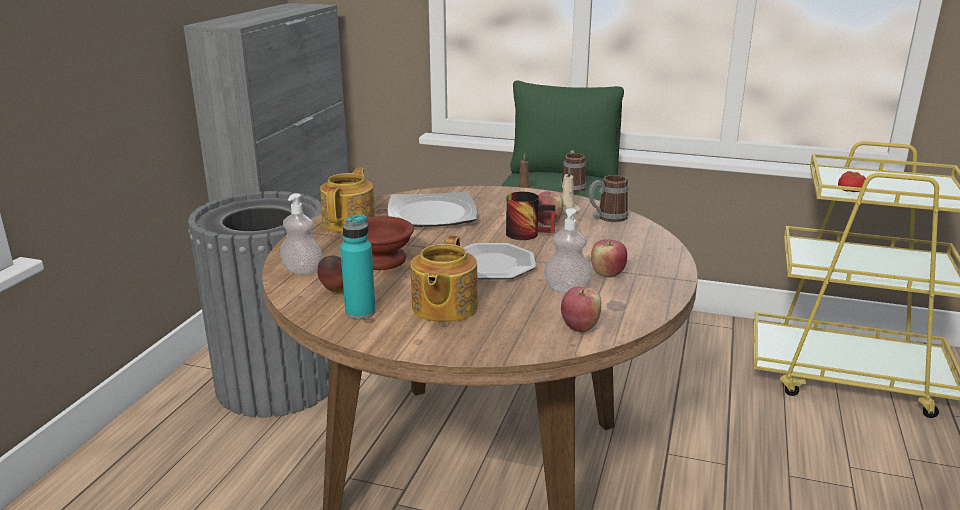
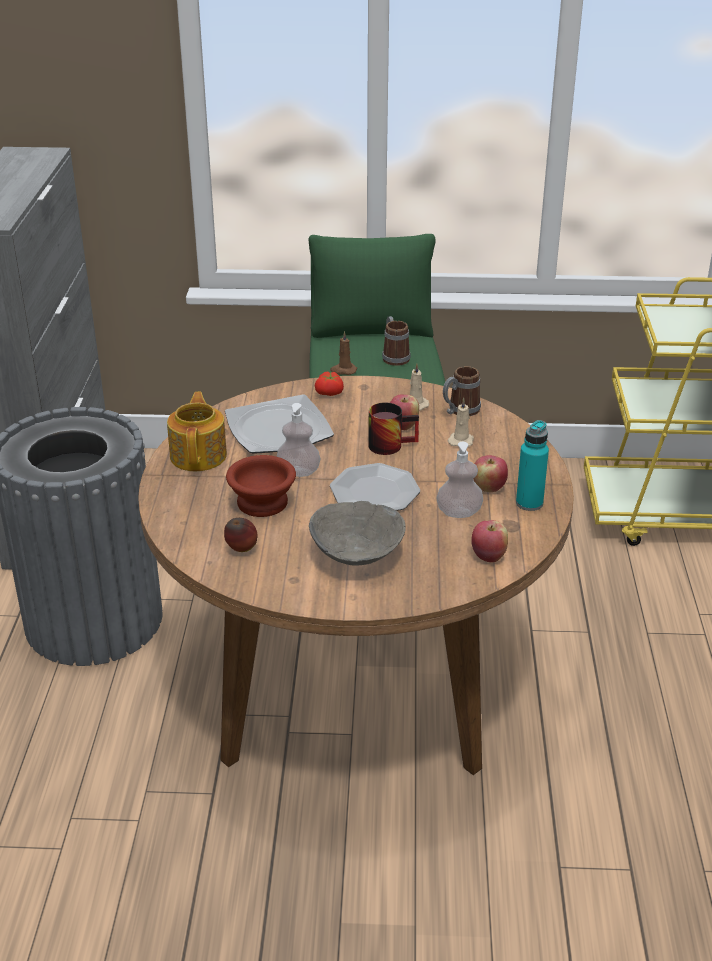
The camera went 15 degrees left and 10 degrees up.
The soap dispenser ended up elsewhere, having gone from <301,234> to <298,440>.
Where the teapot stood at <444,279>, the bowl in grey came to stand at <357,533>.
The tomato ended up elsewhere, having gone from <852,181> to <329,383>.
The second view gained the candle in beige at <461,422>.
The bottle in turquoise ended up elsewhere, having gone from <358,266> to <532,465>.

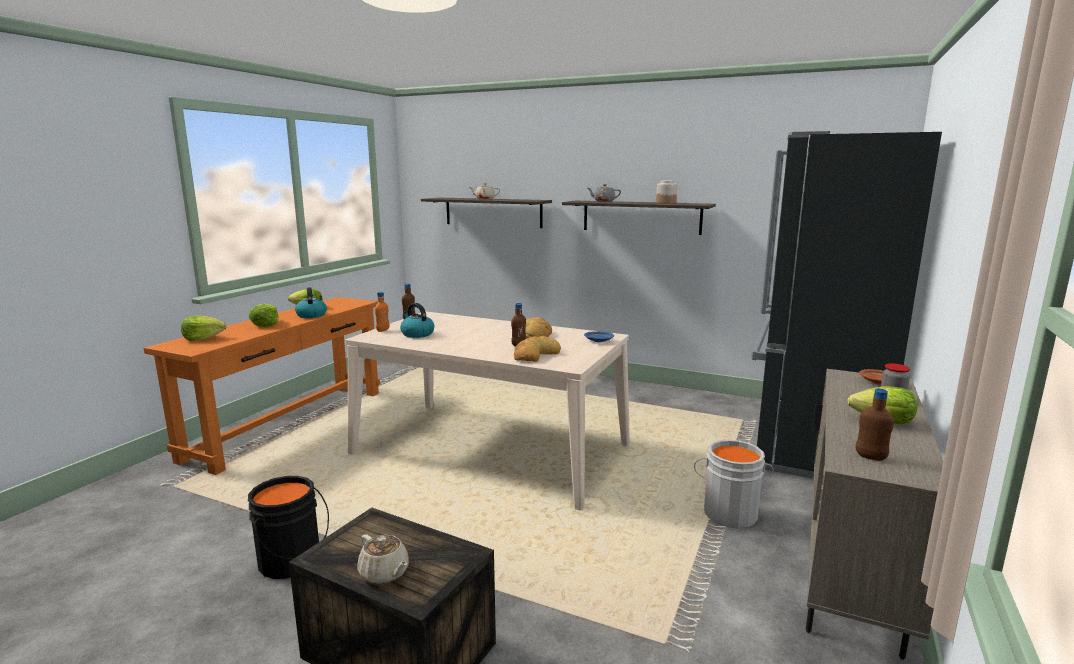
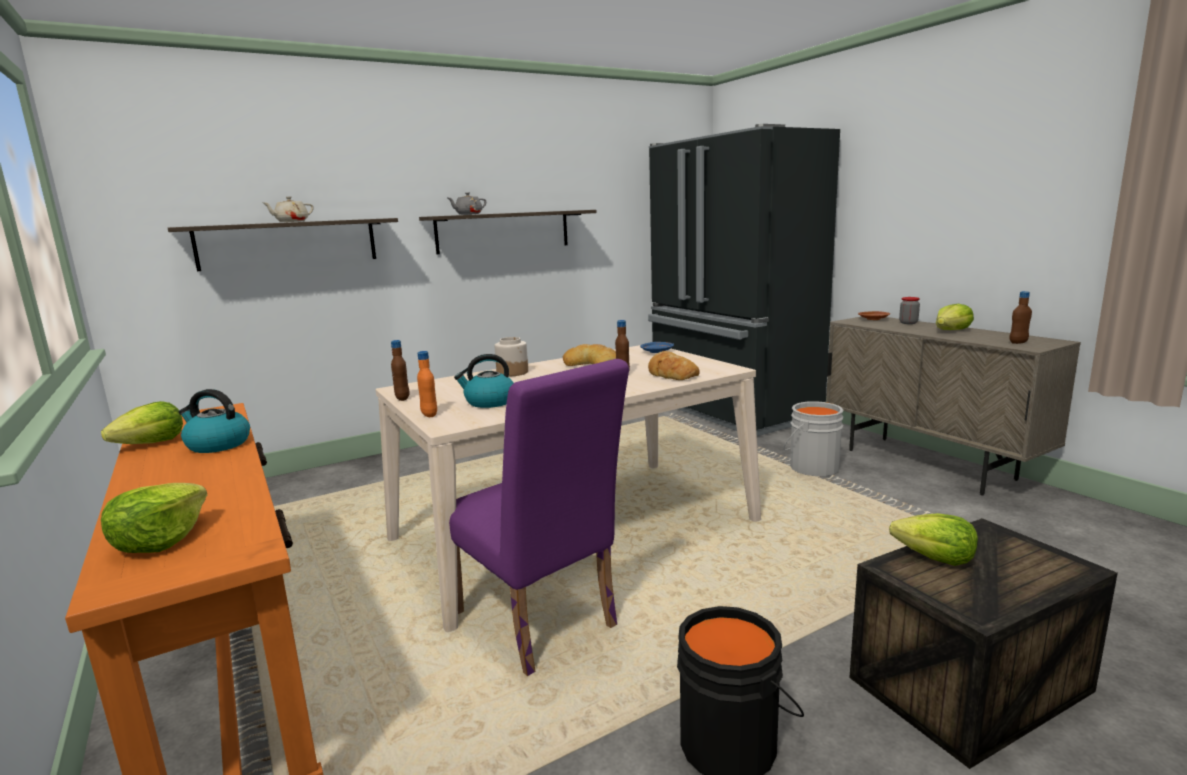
The camera went 55 degrees left and 0 degrees up.
The second view gained the chair in purple at <539,517>.
The jar ended up elsewhere, having gone from <666,192> to <511,357>.
The lettuce ended up elsewhere, having gone from <264,315> to <933,539>.
The second view lost the teapot in beige at <383,559>.

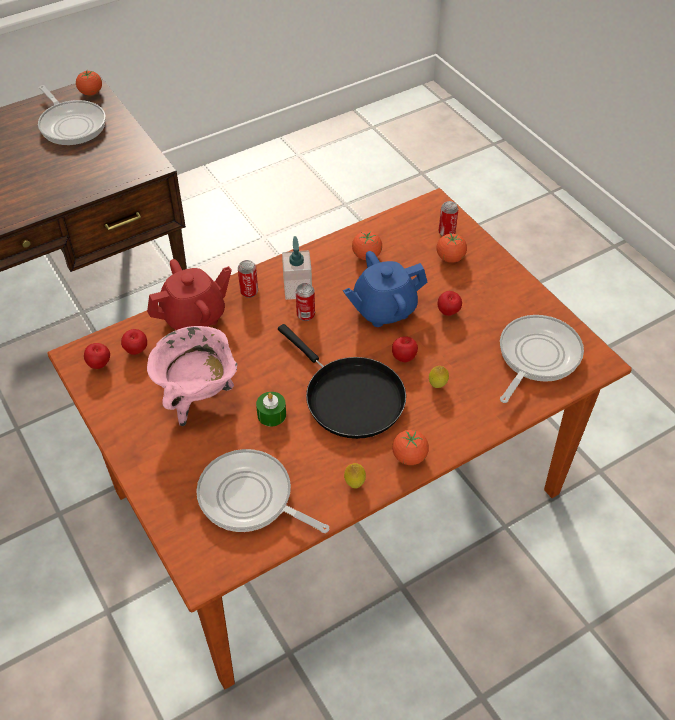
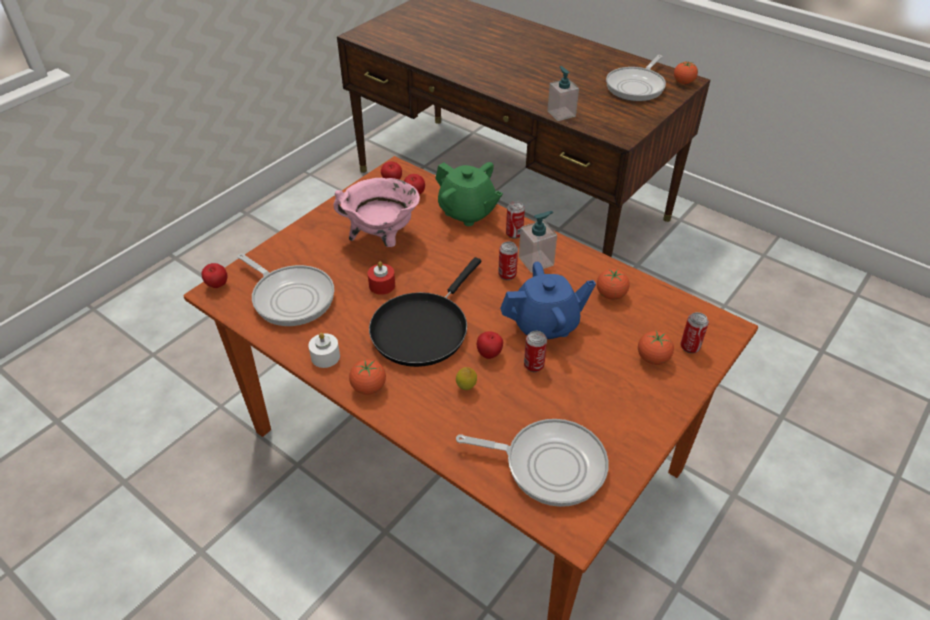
The camera went 70 degrees right and 5 degrees down.
The apple ended up elsewhere, having gone from <450,303> to <214,275>.
The frying pan at <262,491> ended up facing another way, 120 degrees clockwise from before.
Where the lemon stood at <355,476>, the candle in white came to stand at <324,350>.
What was the candle in green at <271,409> turned into the candle in red at <381,278>.
What was the teapot in red at <189,294> turned into the teapot in green at <469,194>.
The teapot in blue at <385,289> ended up facing another way, 120 degrees clockwise from before.
The second view gained the can at <535,351>.
The second view gained the soap dispenser at <563,93>.

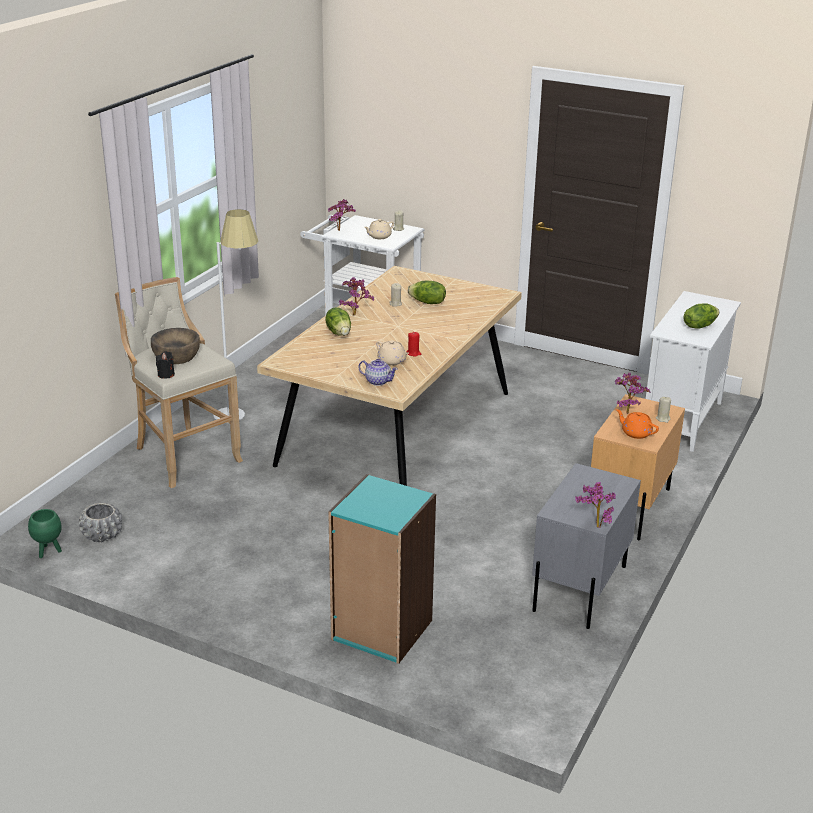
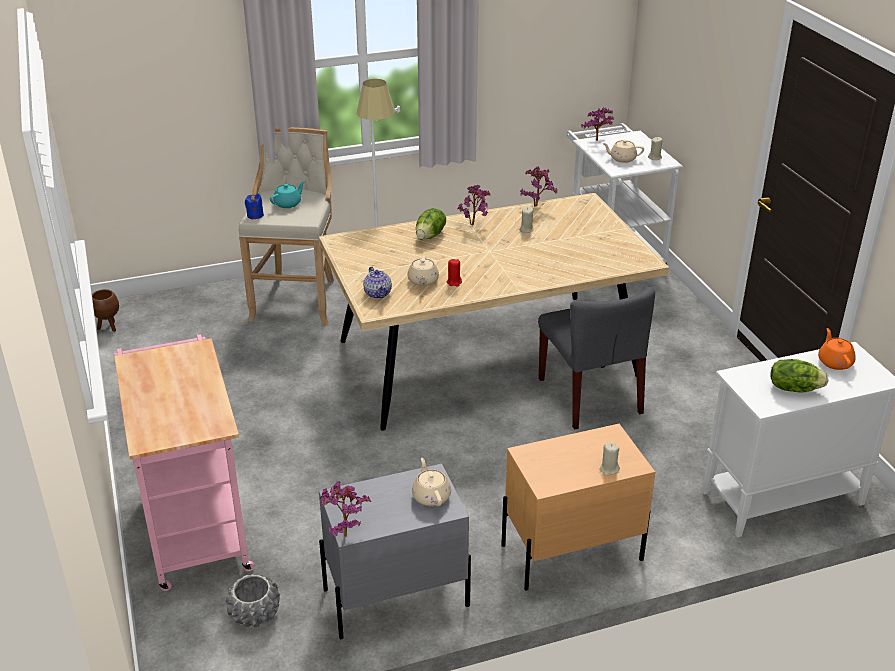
The camera went 45 degrees right and 5 degrees up.
What was the planter in green at <45,533> turned into the planter in brown at <105,310>.
Where the bookcase in turquoise stood at <382,569>, the cart in pink came to stand at <184,462>.
The planter in grey ended up elsewhere, having gone from <100,522> to <253,600>.
What was the candle in black at <165,365> turned into the candle in blue at <254,207>.
Where the bowl in brown stood at <175,346>, the teapot in turquoise came to stand at <287,194>.
The second view gained the teapot in beige at <431,482>.
The potted plant ended up elsewhere, having gone from <632,393> to <538,186>.
The second view gained the chair in grey at <596,358>.
The teapot in orange ended up elsewhere, having gone from <637,424> to <837,349>.
The second view lost the lettuce at <427,292>.

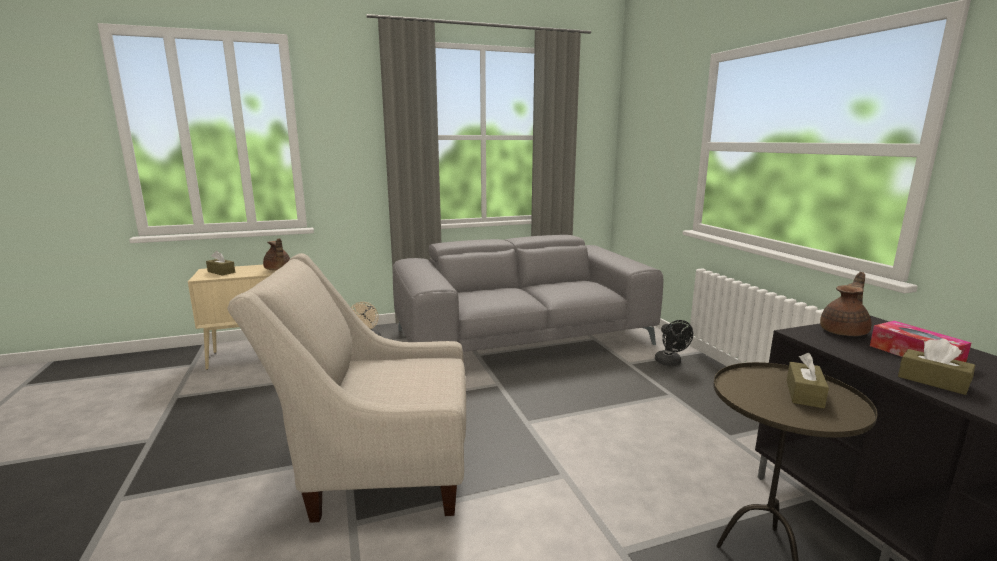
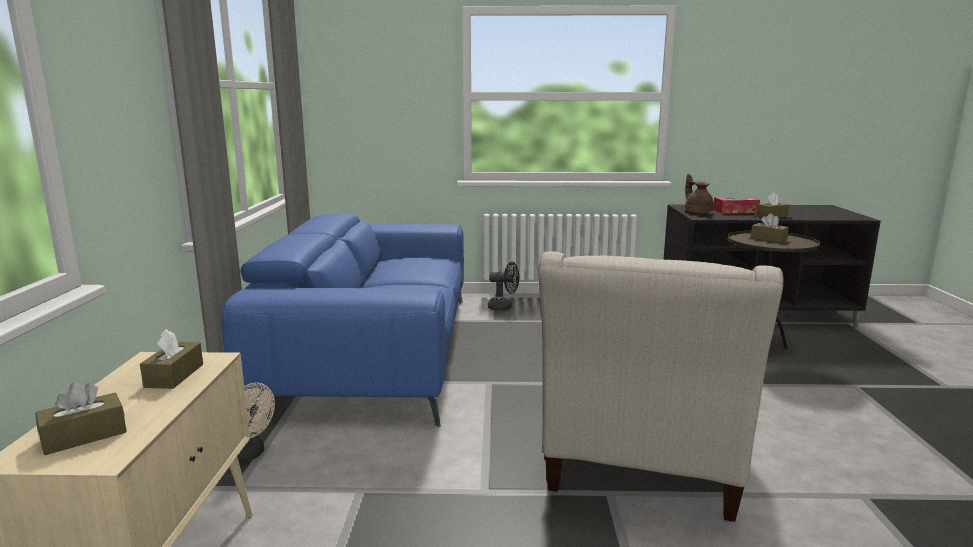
The camera went 70 degrees left and 0 degrees up.
Where the teapot in brown stood at <276,254>, the tissue box in brown came to stand at <171,359>.
What was the sofa in grey at <528,293> turned into the sofa in blue at <343,320>.

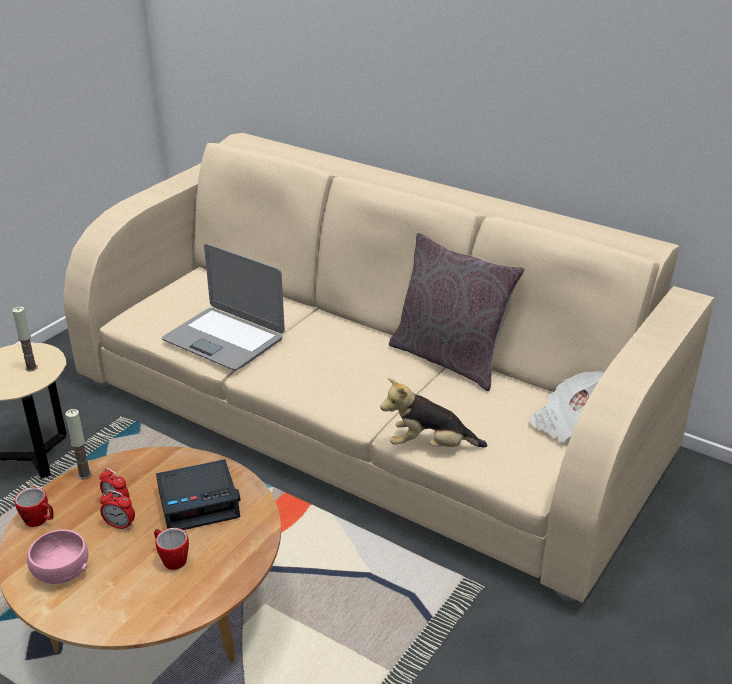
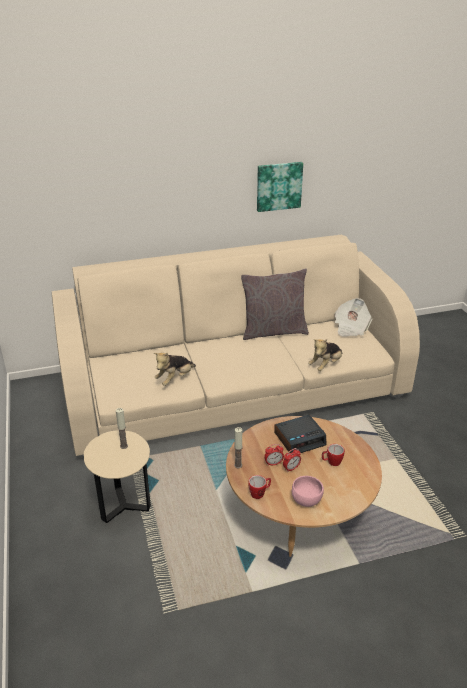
The camera went 50 degrees left and 0 degrees up.
Where the laptop stood at <223,307>, the plush toy came to stand at <175,369>.
The second view gained the picture at <280,187>.
The alarm clock at <198,494> ended up facing another way, 45 degrees clockwise from before.

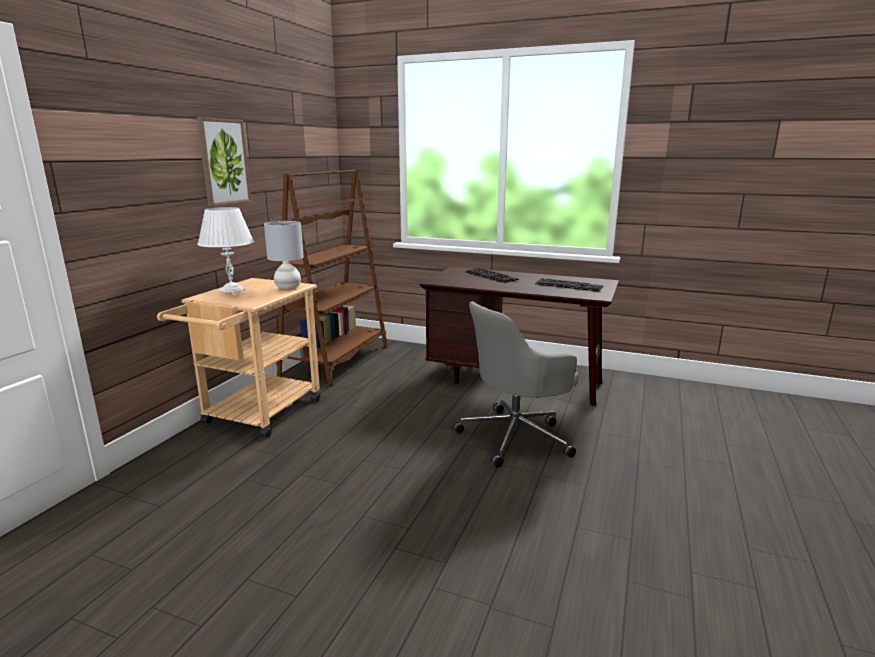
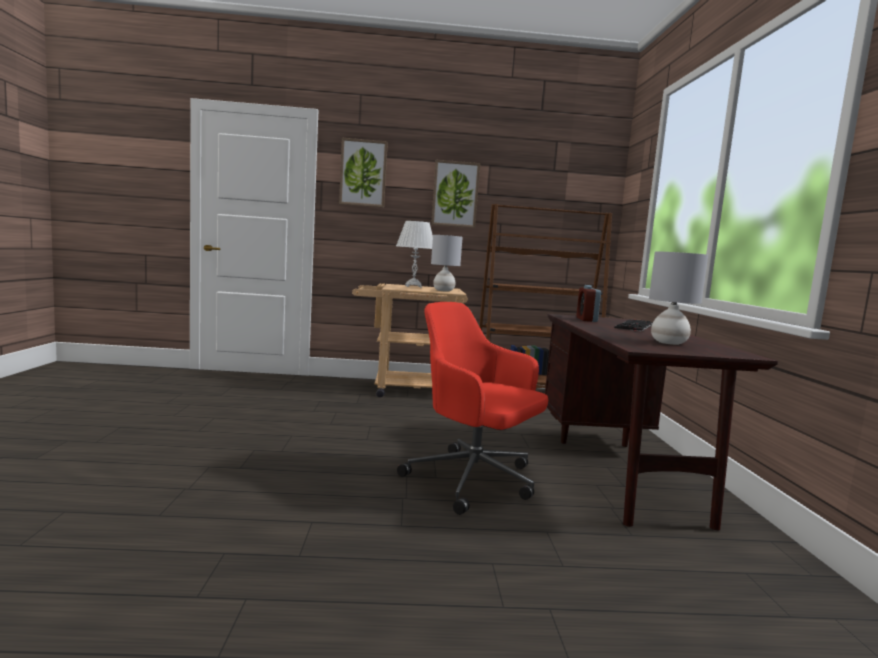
The camera went 65 degrees right and 10 degrees down.
The second view gained the picture at <363,173>.
What was the office chair in grey at <515,384> turned into the office chair in red at <472,408>.
The second view gained the alarm clock at <588,303>.
Where the keyboard stood at <569,285>, the table lamp in grey came to stand at <678,298>.

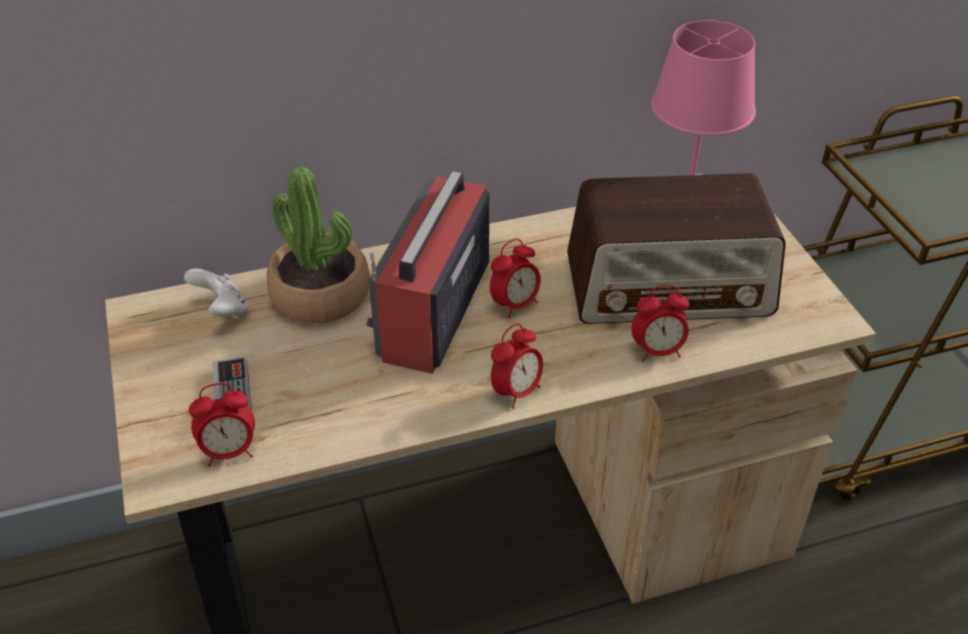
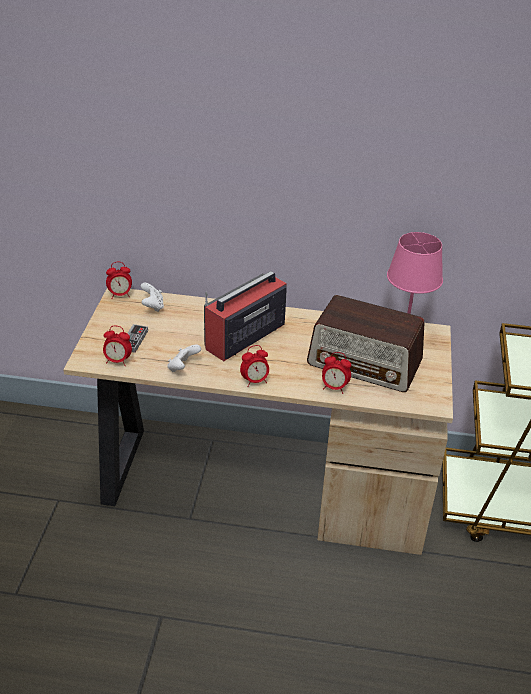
The camera went 25 degrees right and 5 degrees down.
The alarm clock ended up elsewhere, having gone from <515,278> to <119,280>.
The second view gained the game controller in white at <184,358>.
The second view lost the potted plant at <318,245>.

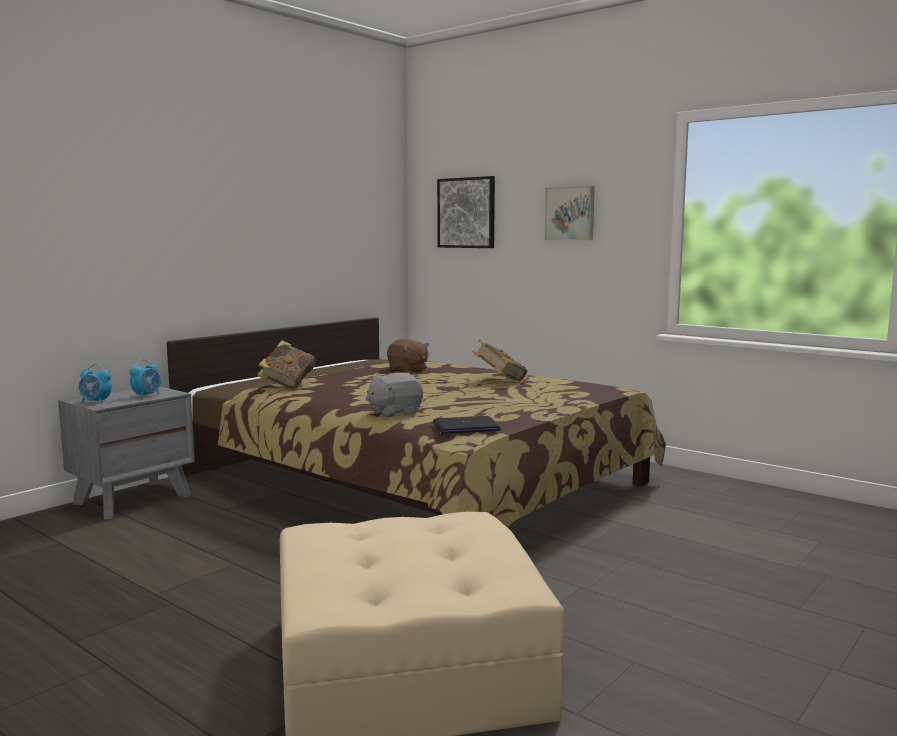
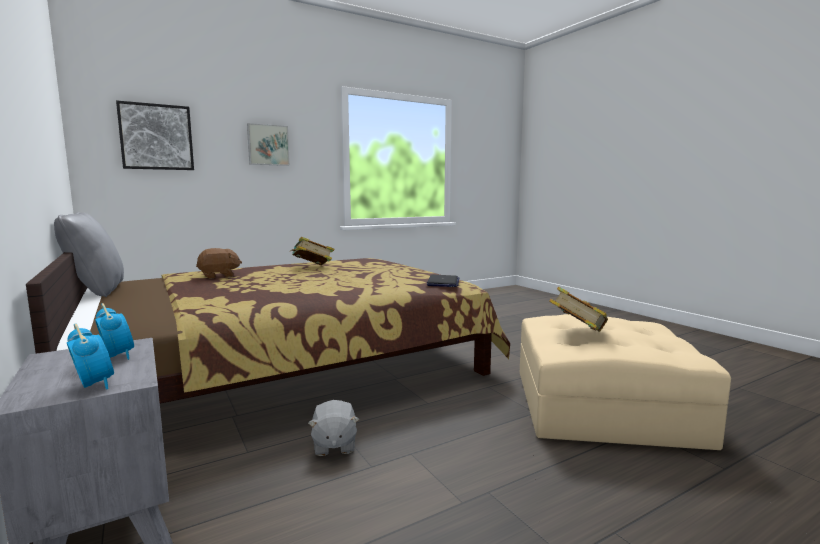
The camera went 70 degrees left and 0 degrees up.
The second view gained the pillow in grey at <89,254>.
The alarm clock at <95,384> ended up facing another way, 75 degrees counterclockwise from before.
The plush toy in grey ended up elsewhere, having gone from <394,395> to <333,428>.
The book ended up elsewhere, having gone from <286,365> to <578,309>.

